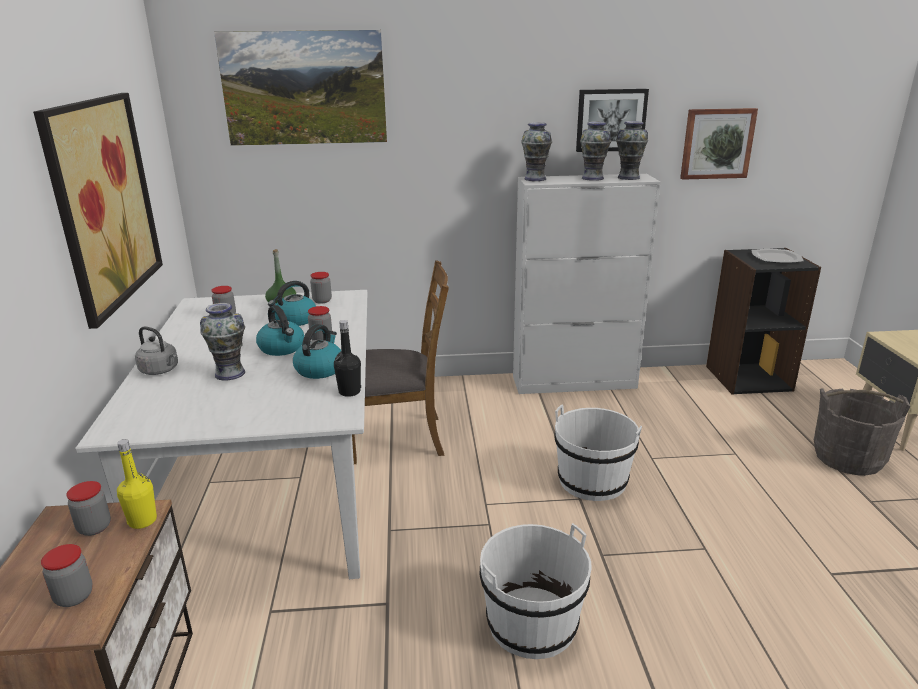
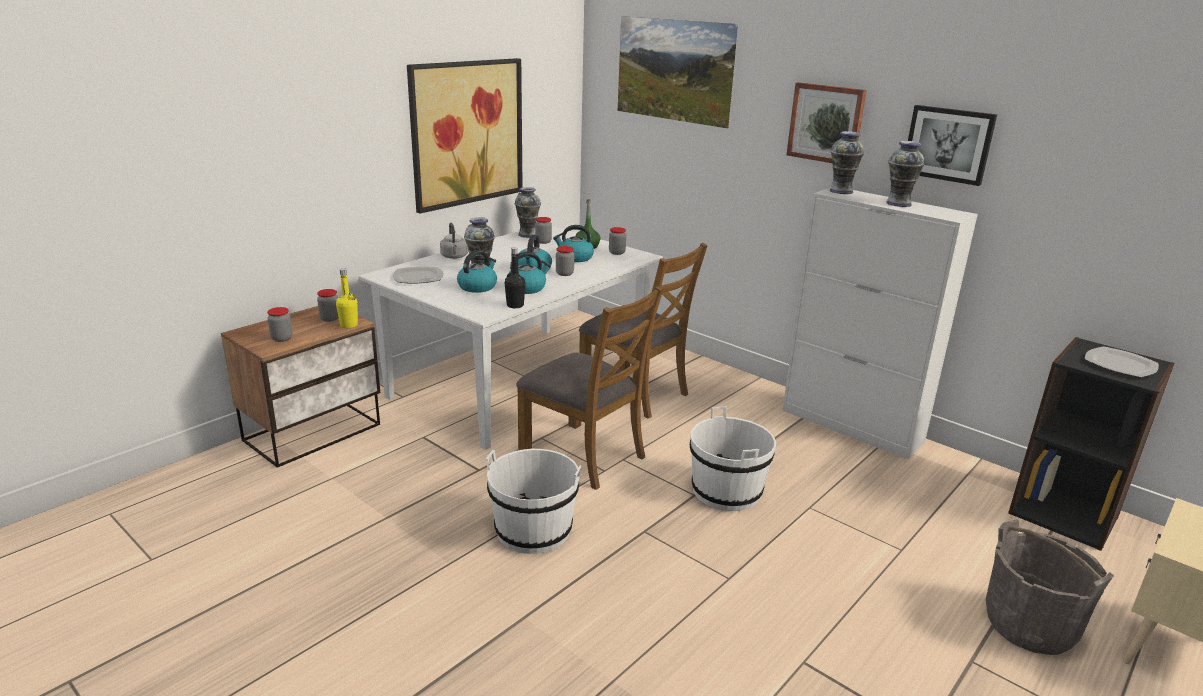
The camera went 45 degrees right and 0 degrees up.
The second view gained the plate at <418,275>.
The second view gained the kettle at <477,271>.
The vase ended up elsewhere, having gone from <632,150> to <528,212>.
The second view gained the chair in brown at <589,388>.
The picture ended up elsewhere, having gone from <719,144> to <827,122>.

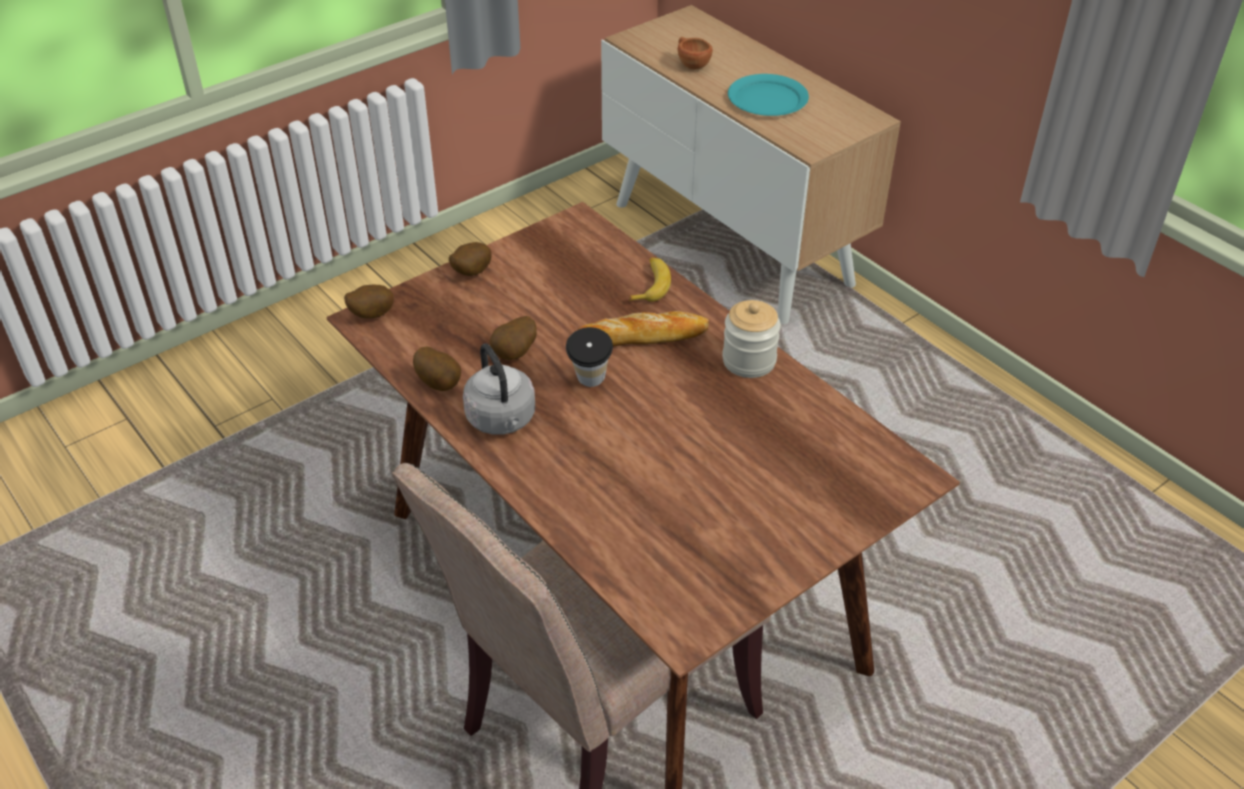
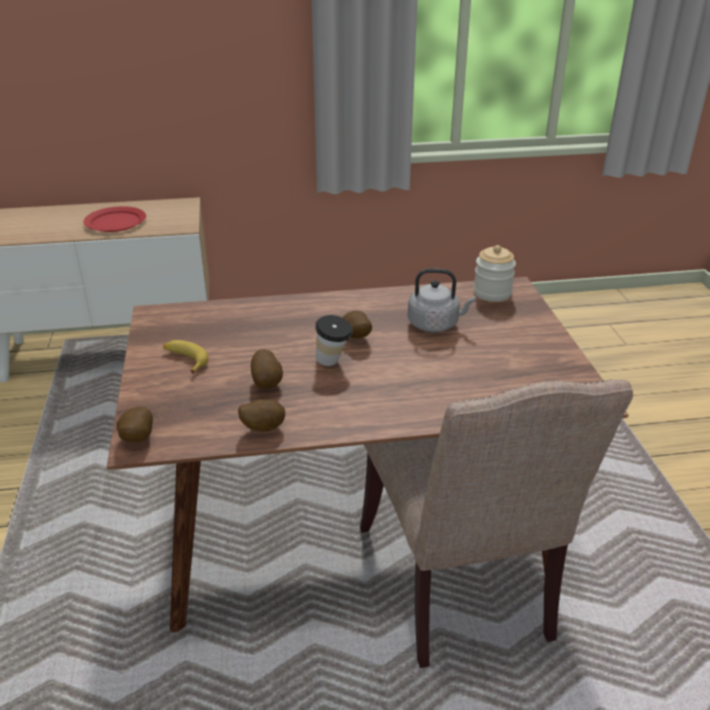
The camera went 60 degrees left and 10 degrees down.
What was the plate in turquoise at <768,95> turned into the plate in red at <114,219>.
The banana ended up elsewhere, having gone from <650,279> to <186,357>.
The potato ended up elsewhere, having gone from <470,259> to <357,324>.
The kettle in grey ended up elsewhere, having gone from <499,389> to <442,300>.
The jar ended up elsewhere, having gone from <751,339> to <495,273>.
The second view lost the bread at <643,329>.
The second view lost the cup in brown at <695,53>.

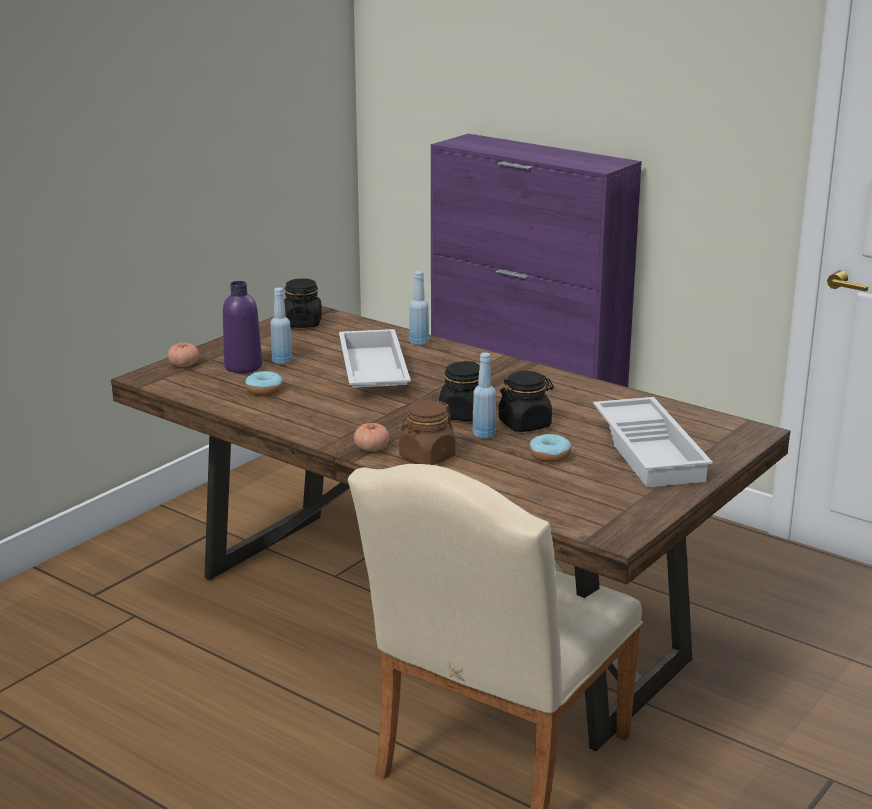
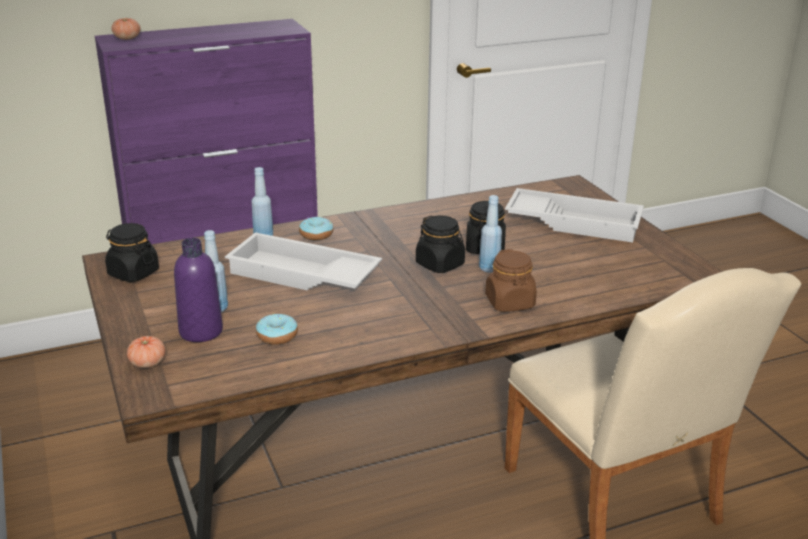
The camera went 60 degrees left and 5 degrees up.
The tomato ended up elsewhere, having gone from <372,437> to <126,29>.
The donut ended up elsewhere, having gone from <550,447> to <316,228>.

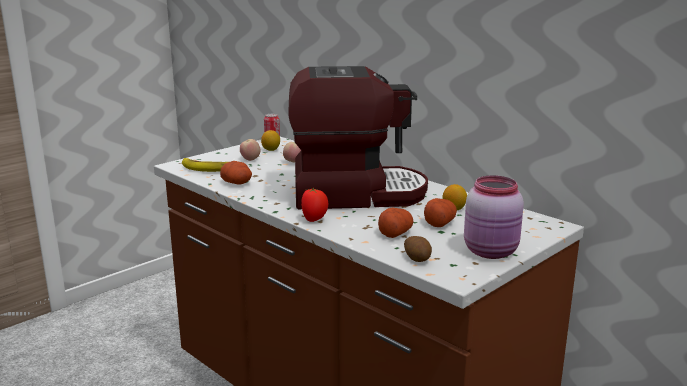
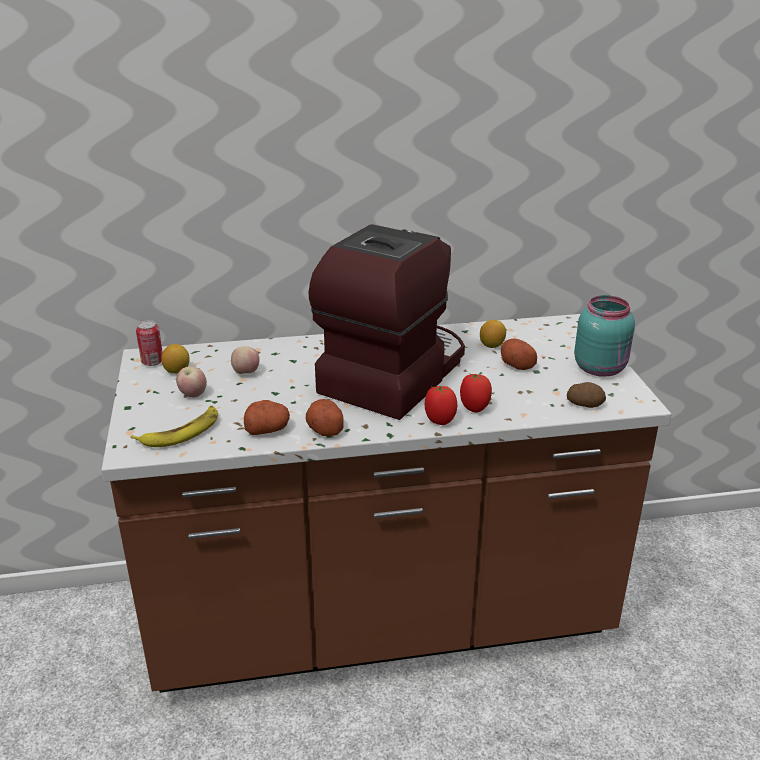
The camera went 55 degrees left and 10 degrees up.
The potato ended up elsewhere, having gone from <396,223> to <325,417>.
The second view gained the tomato at <476,393>.
What was the jar in pink at <494,217> turned into the jar in turquoise at <604,336>.

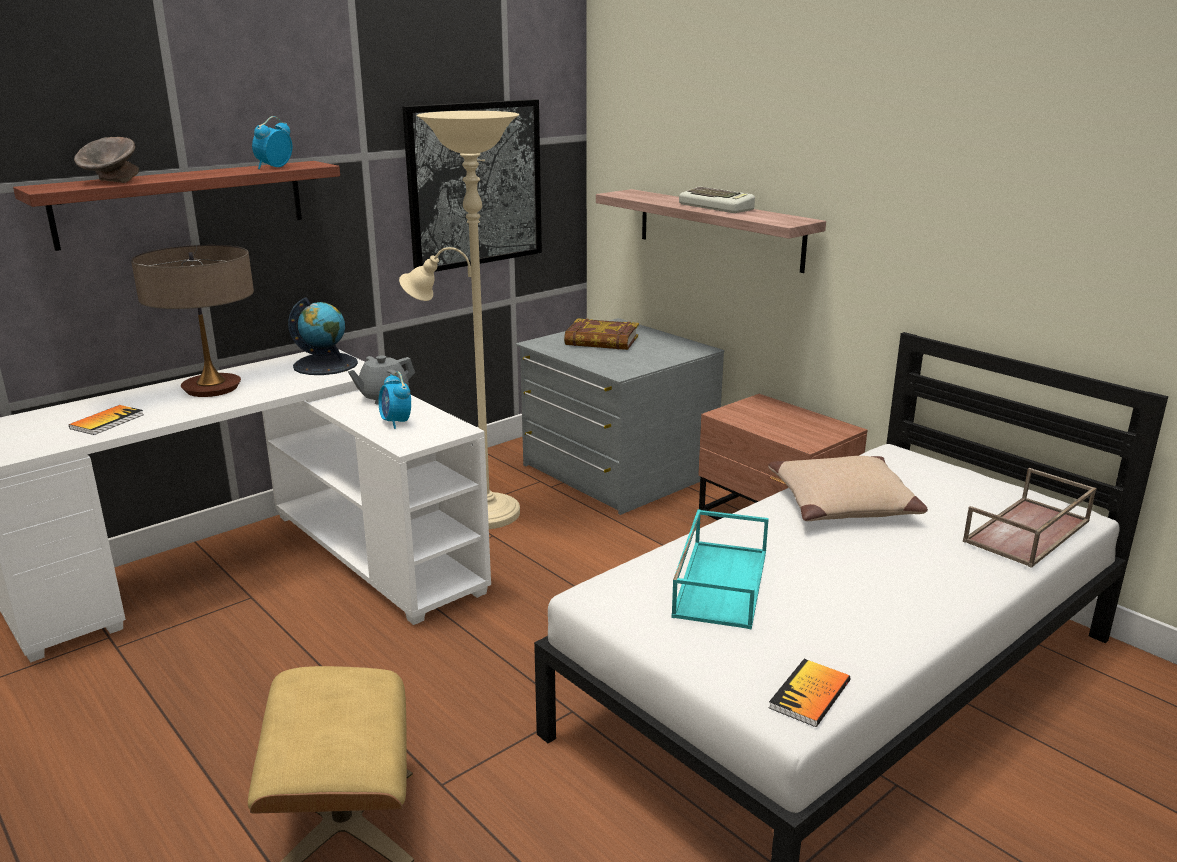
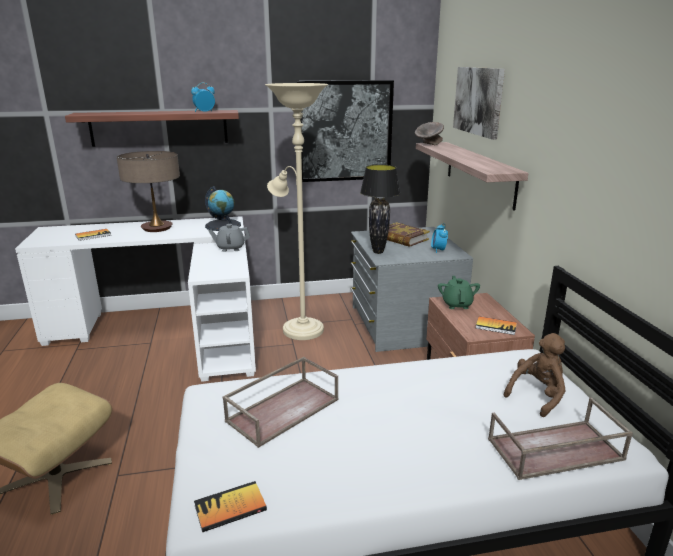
The camera went 30 degrees right and 0 degrees up.
What was the tray in turquoise at <720,570> turned into the tray in brown at <280,402>.
The second view gained the table lamp in black at <380,209>.
The bowl in grey ended up elsewhere, having gone from <106,160> to <429,133>.
The alarm clock ended up elsewhere, having gone from <395,400> to <439,238>.
The second view gained the teapot in green at <459,292>.
The second view gained the picture at <479,103>.
The second view gained the book at <496,325>.
The second view gained the plush toy in brown at <534,375>.
The second view lost the keyboard at <717,199>.
The second view lost the pillow in beige at <848,488>.

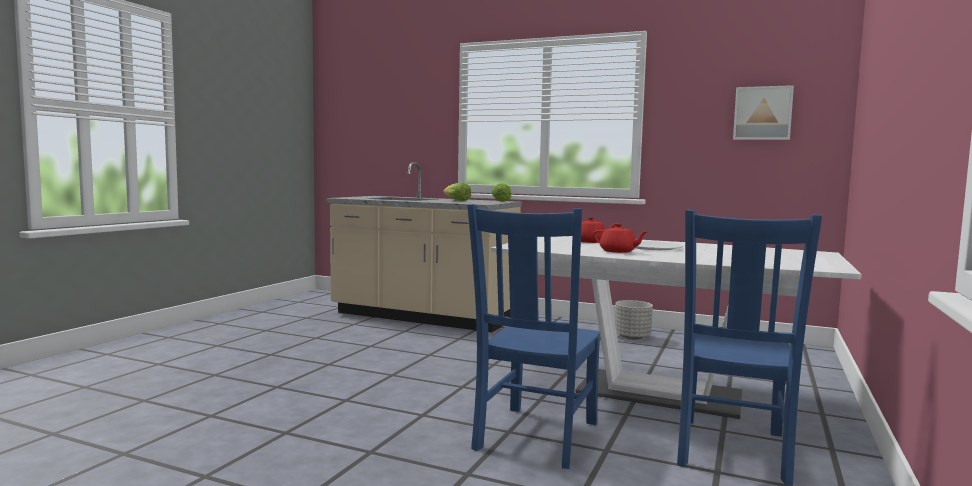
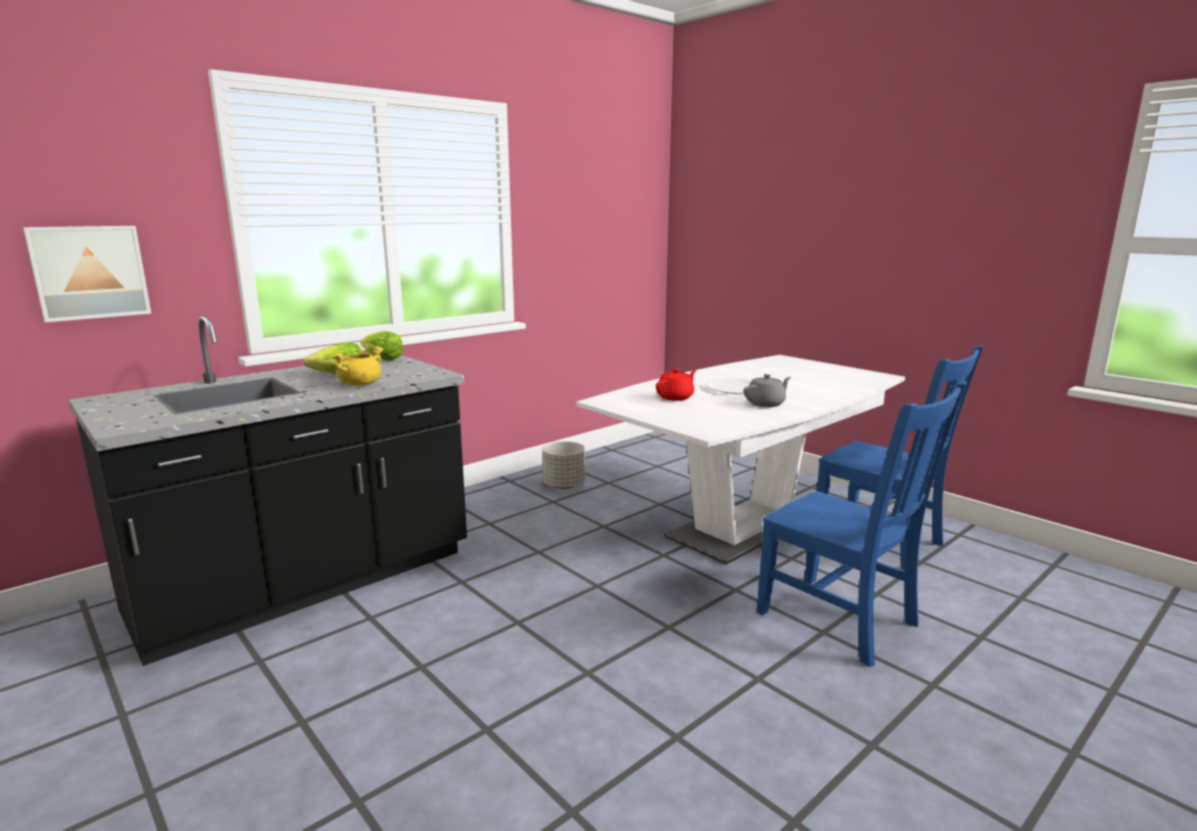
The camera went 65 degrees left and 10 degrees up.
The picture ended up elsewhere, having gone from <763,112> to <87,274>.
What was the counter in beige at <424,247> turned into the counter in black at <267,491>.
The second view gained the cooking pot in yellow at <358,366>.
What was the teapot in red at <620,238> turned into the teapot in grey at <767,390>.

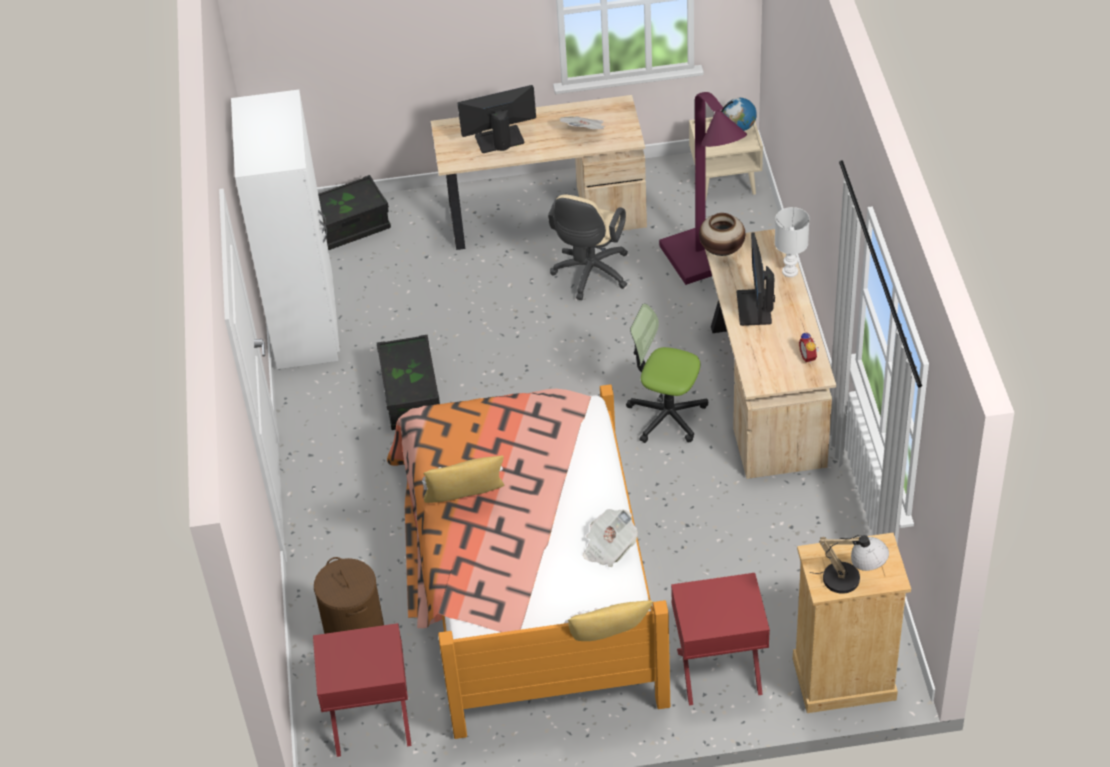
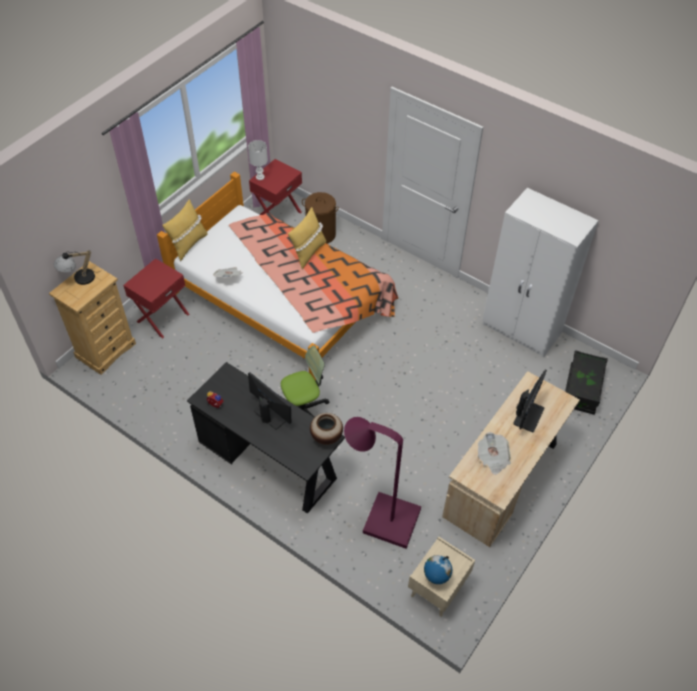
The camera went 130 degrees right and 5 degrees up.
What was the desk in beige at <770,354> turned into the desk in black at <266,438>.
The table lamp in white ended up elsewhere, having gone from <792,242> to <258,160>.
The second view lost the storage box in black at <408,382>.
The second view lost the office chair in beige at <588,247>.

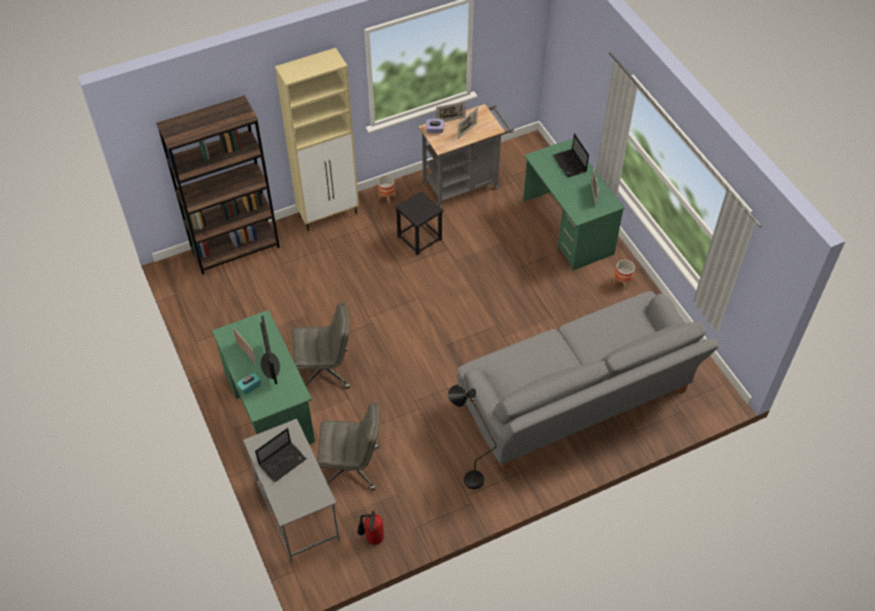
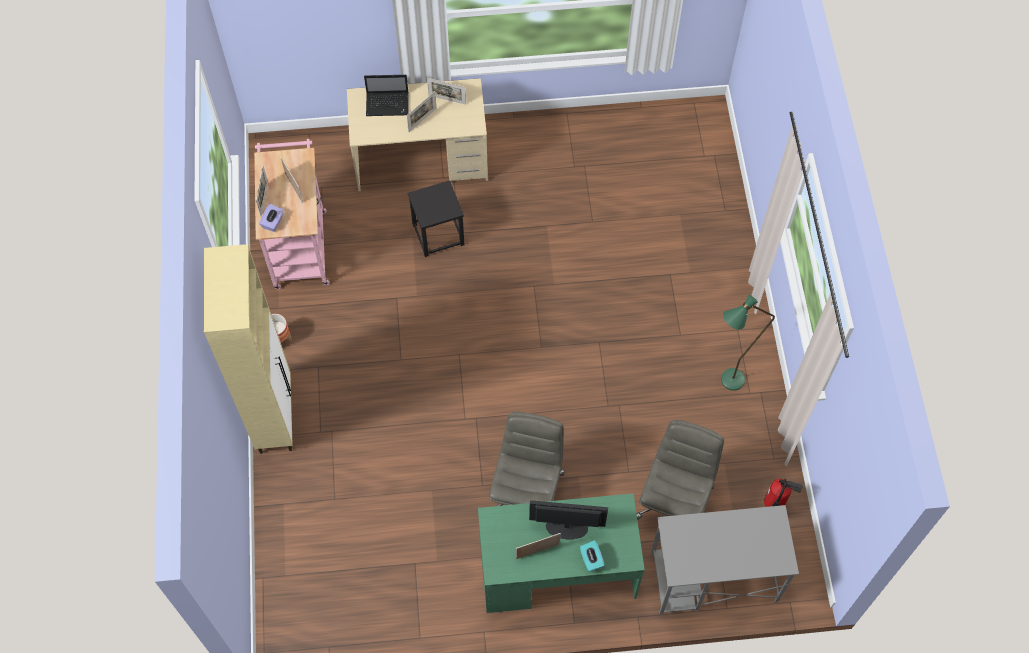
The camera went 70 degrees left and 10 degrees up.
What was the cart in grey at <466,156> turned into the cart in pink at <292,214>.
What was the desk in green at <574,205> turned into the desk in beige at <417,134>.
The second view gained the picture frame at <421,111>.
The stool in black ended up elsewhere, having gone from <419,223> to <436,218>.
What was the floor lamp in black at <472,437> turned into the floor lamp in green at <748,343>.
The second view lost the bookcase in brown at <218,185>.
The second view lost the laptop at <281,455>.
The second view lost the sofa in grey at <588,381>.
The second view lost the planter at <624,275>.

